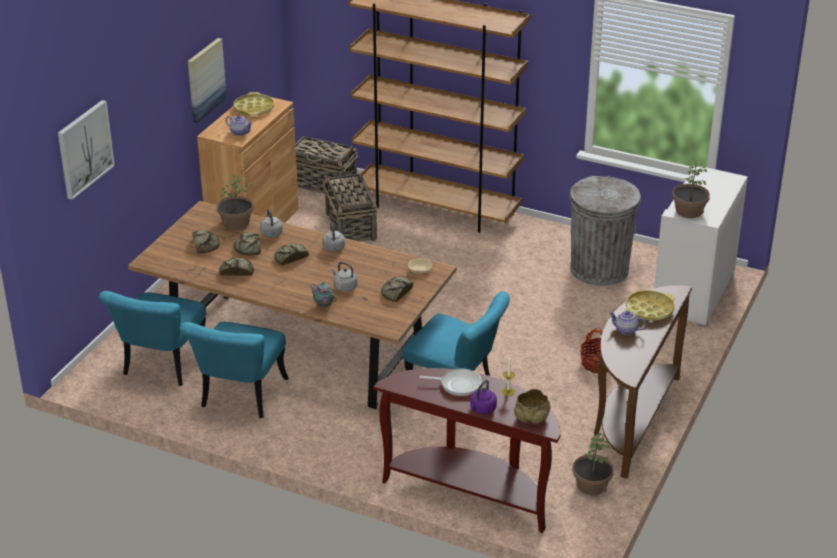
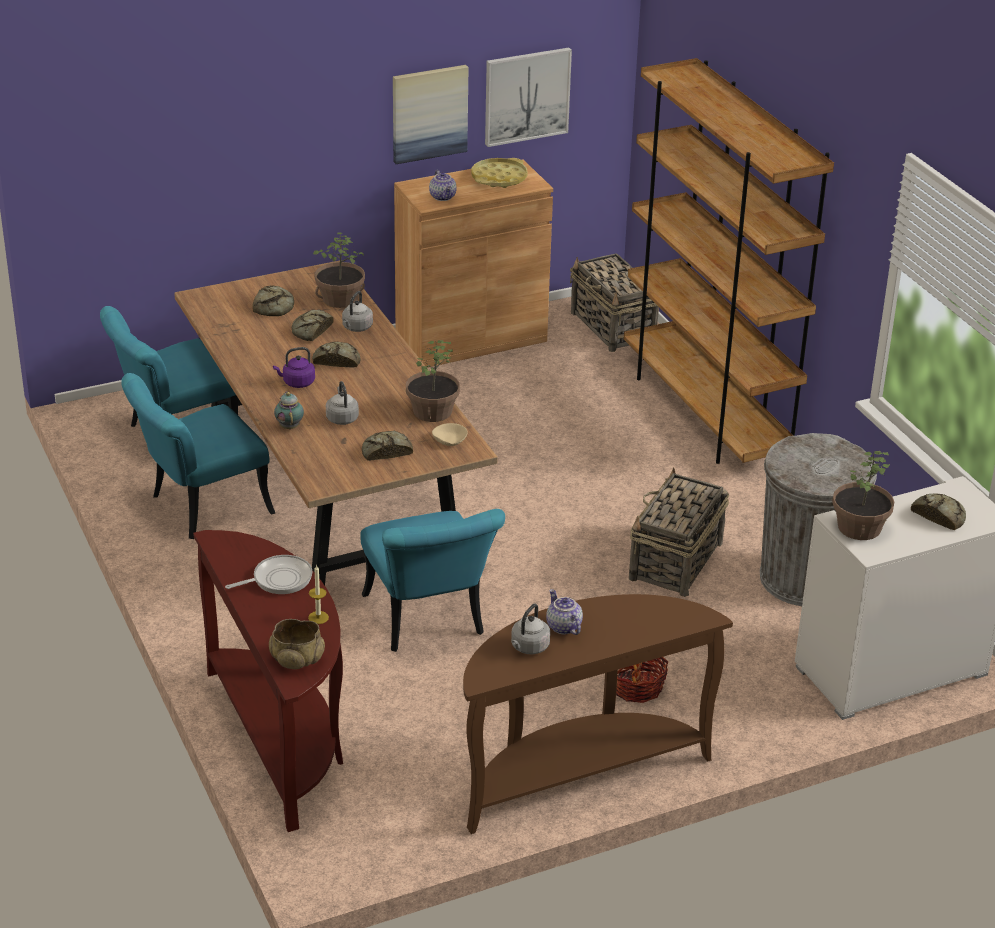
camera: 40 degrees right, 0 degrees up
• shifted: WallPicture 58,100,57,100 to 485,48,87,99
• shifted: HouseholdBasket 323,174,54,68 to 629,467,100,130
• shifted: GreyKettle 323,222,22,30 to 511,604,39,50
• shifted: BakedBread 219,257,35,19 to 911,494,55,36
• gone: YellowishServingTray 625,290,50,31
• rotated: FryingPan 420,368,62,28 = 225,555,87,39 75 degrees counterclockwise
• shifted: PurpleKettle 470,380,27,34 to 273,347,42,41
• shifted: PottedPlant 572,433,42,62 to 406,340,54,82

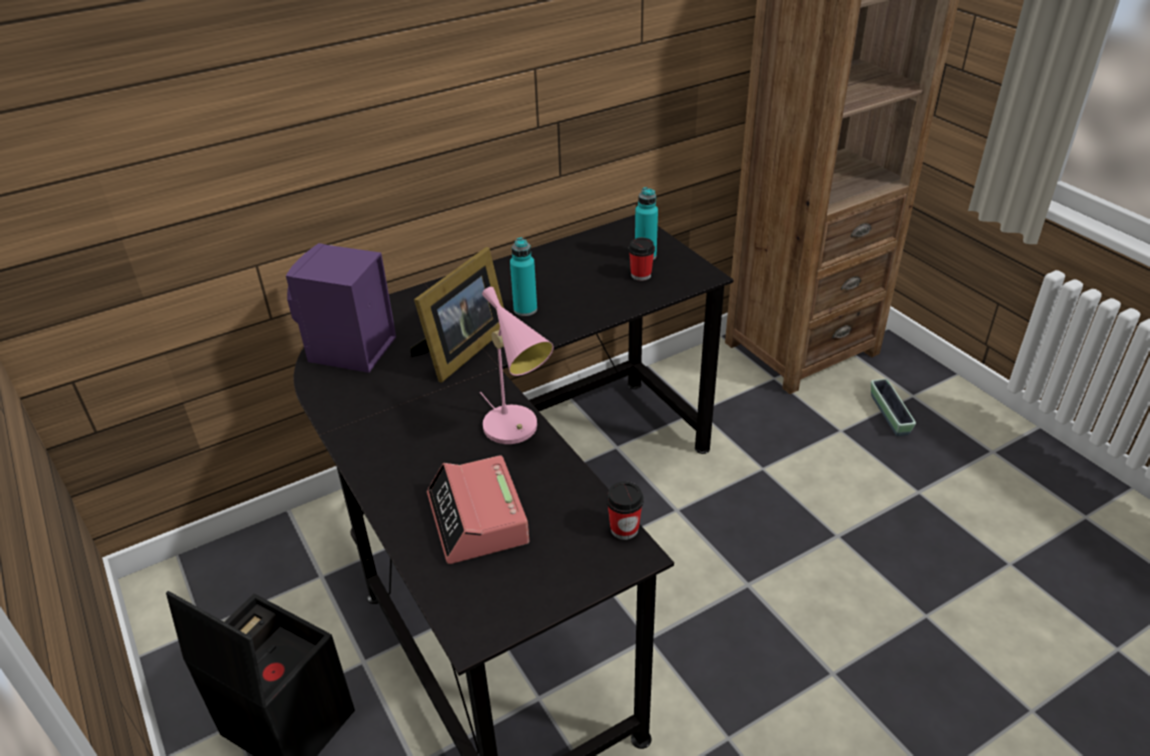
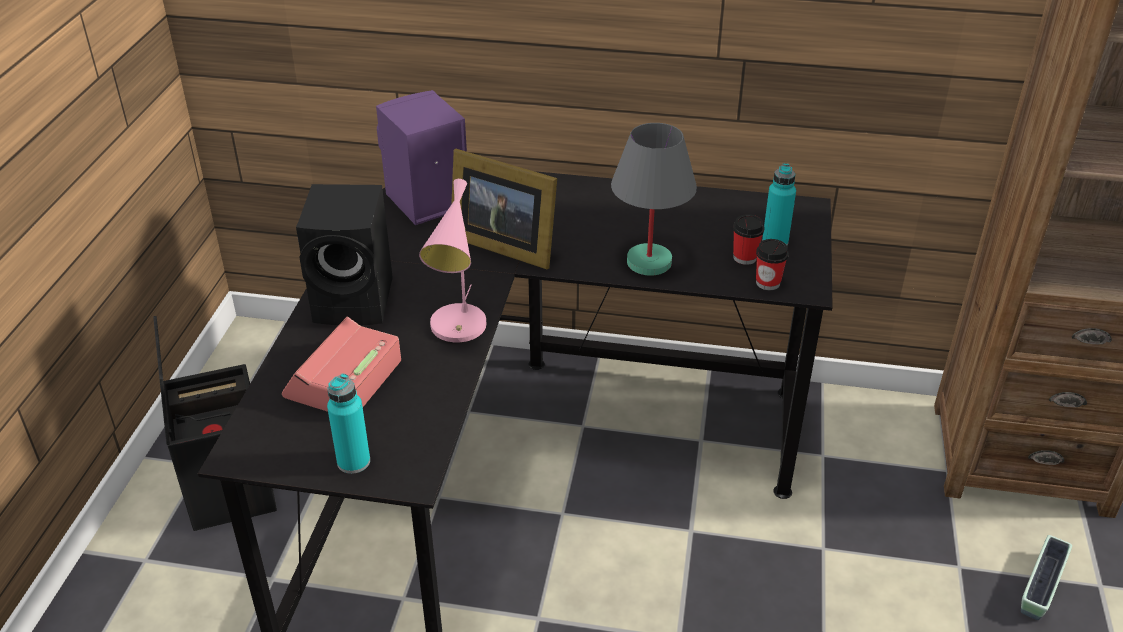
camera: 40 degrees right, 0 degrees up
• shifted: TurquoiseDrinkBottle 510,237,27,79 to 327,374,43,100
• rotated: PictureFrame 410,247,94,136 = 451,149,106,121 45 degrees clockwise
• shifted: Cup 606,481,38,59 to 756,239,33,51
• new: GreyLampForATable 611,123,86,153
• new: BlackColouredAudioSpeaker 296,184,97,141

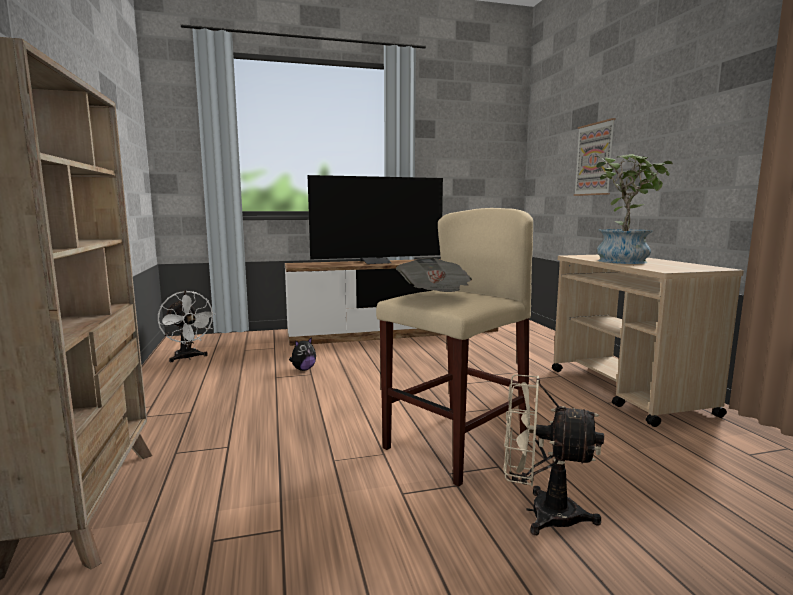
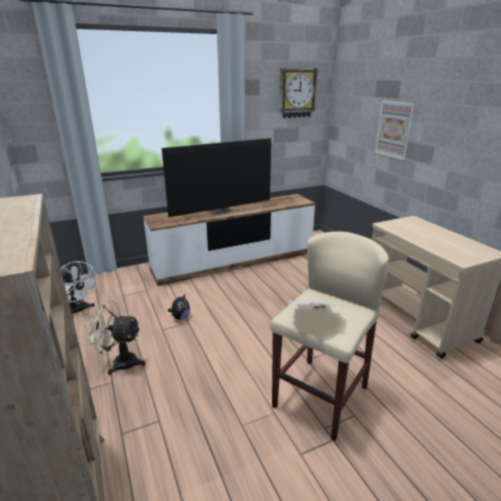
camera: 10 degrees left, 15 degrees up
• gone: PottedPlant 594,154,79,110
• shifted: SandColouredElectricFan 503,374,101,161 to 83,301,63,74
• new: WallClock 279,68,39,50

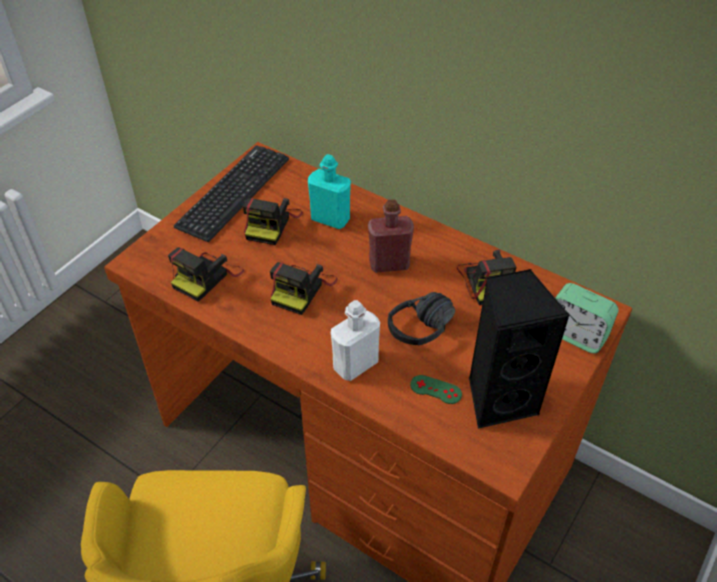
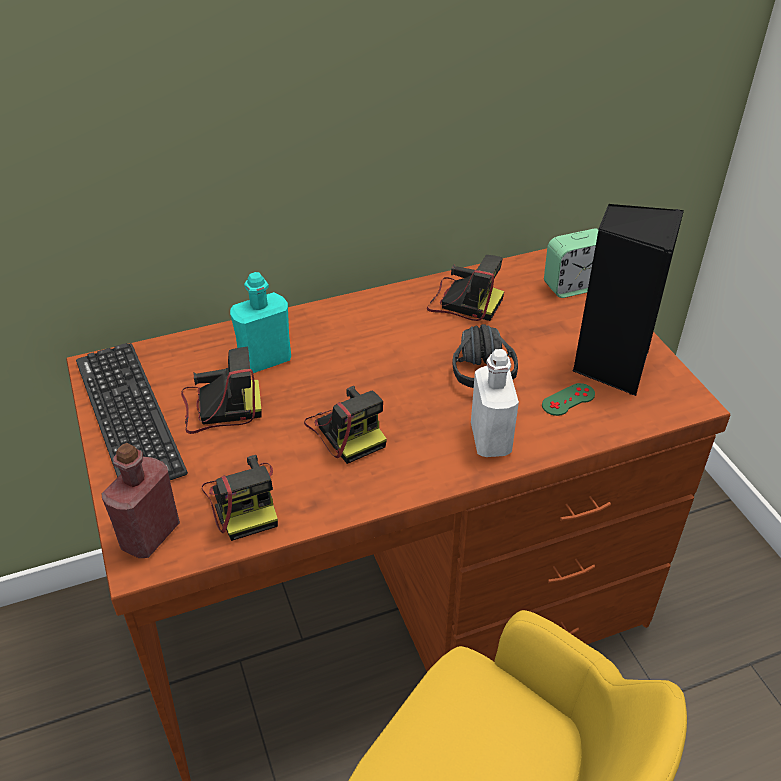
camera: 55 degrees left, 5 degrees down
• rotated: StillCamera 243,198,60,47 = 181,347,81,87 60 degrees counterclockwise
• shifted: ReddishDrinkBottle 368,199,46,74 to 101,443,79,115

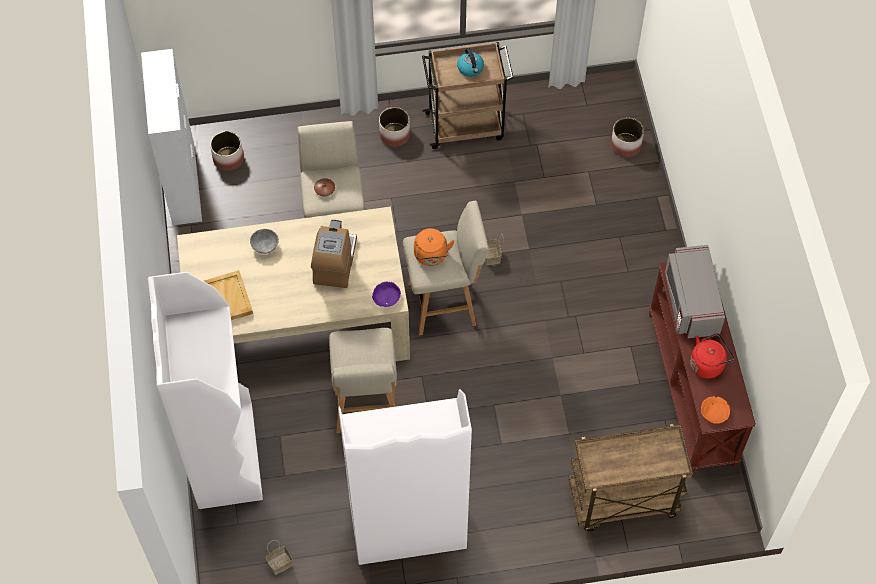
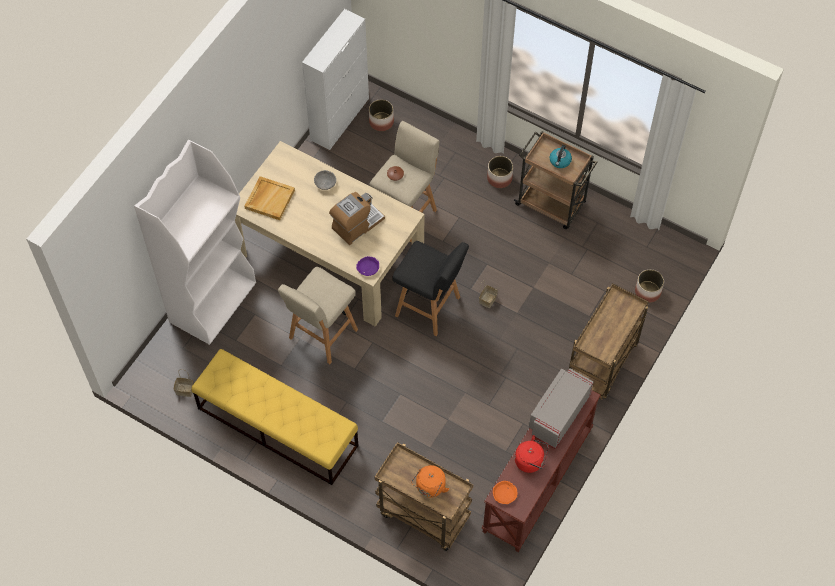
camera: 40 degrees right, 0 degrees up
• repainted: SandColouredSittingStool 403,201,86,134 to BlackColouredSittingStool 393,241,76,95
• shifted: OrangeColouredKettle 414,228,41,38 to 411,465,38,33
• swapped: WhiteBookcase 338,389,134,176 to YellowishLongSeat 192,349,167,136
• new: BrownTrolley 569,283,80,116

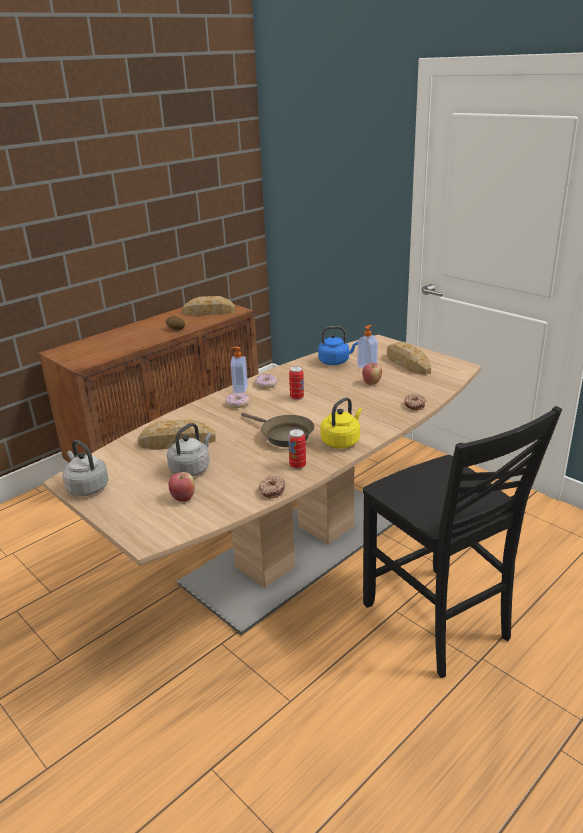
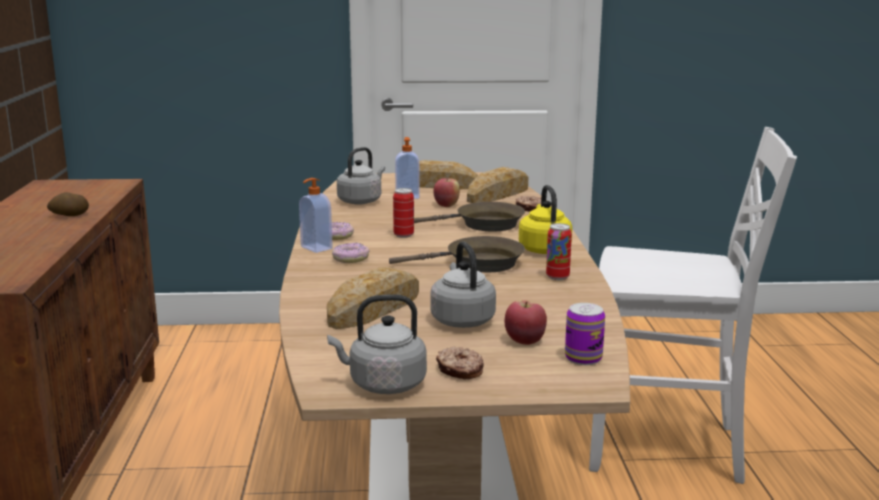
camera: 50 degrees left, 10 degrees down
• shifted: BakedBread 182,296,53,19 to 467,167,61,36
• repainted: BlueColouredKettle 318,326,40,39 to GreyKettle 337,147,48,58
• repainted: BlackColouredPlainChair 363,406,199,272 to WhitePlainChair 589,127,208,357
• shifted: RingDoughnut 259,475,26,23 to 436,347,48,32
• new: BrownFryingPan 414,202,111,29
• new: SealedCan 565,303,40,62

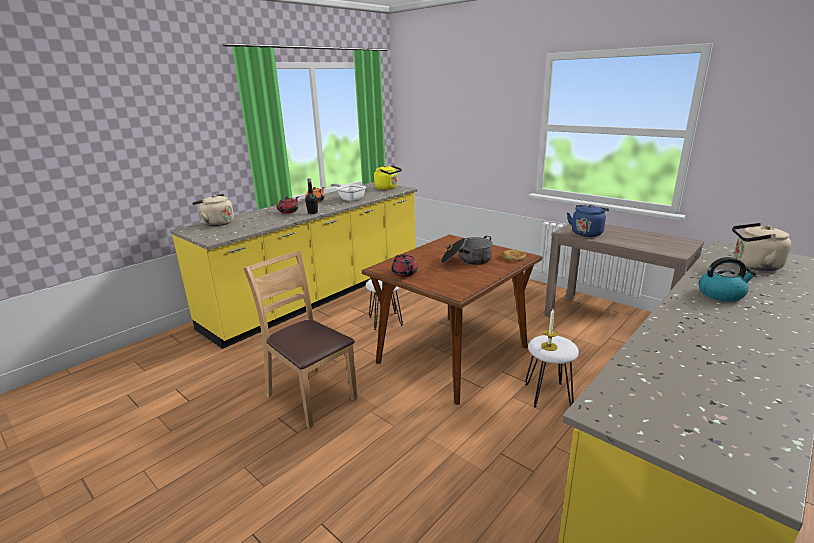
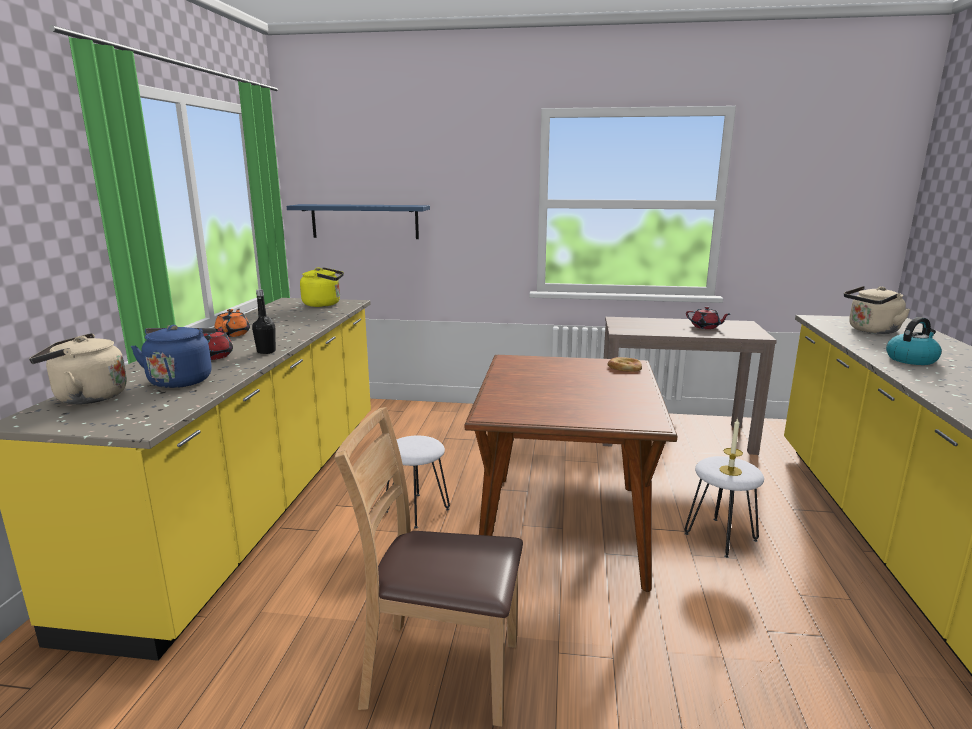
camera: 35 degrees left, 5 degrees down
• gone: FryingPan 331,183,35,18
• shifted: BlueColouredKettle 567,205,42,32 to 130,325,86,63
• gone: Saucepot 441,236,52,29
• shifted: ReddishPotForTea 391,254,27,23 to 686,306,44,23
• new: BlueColouredShelf 287,204,143,35

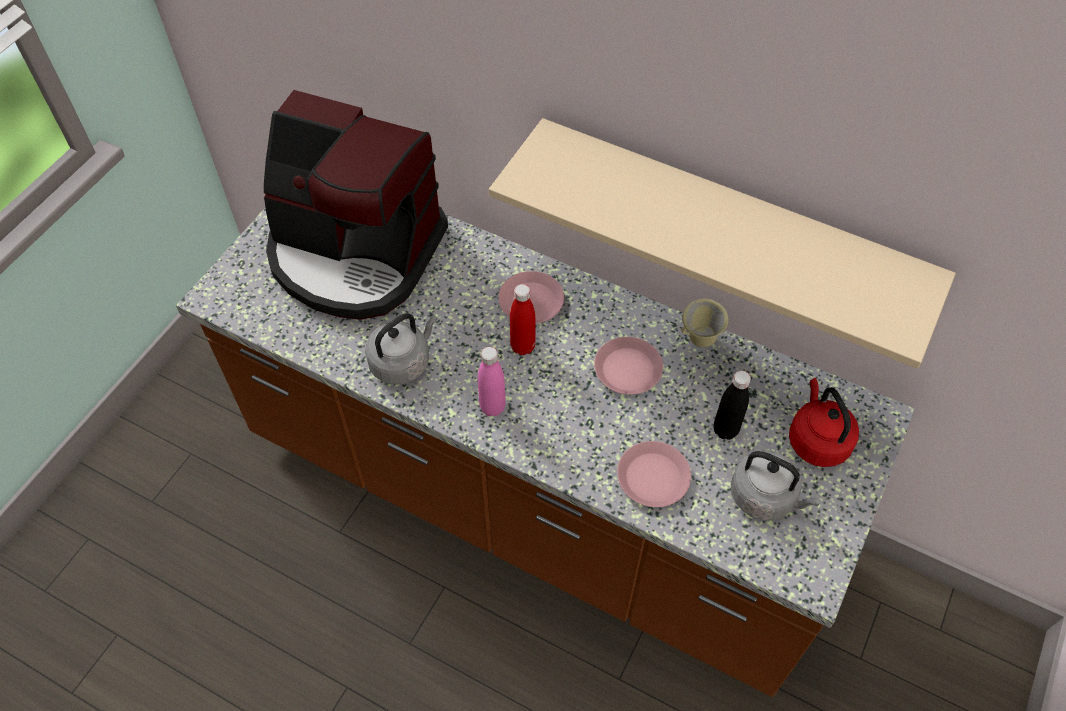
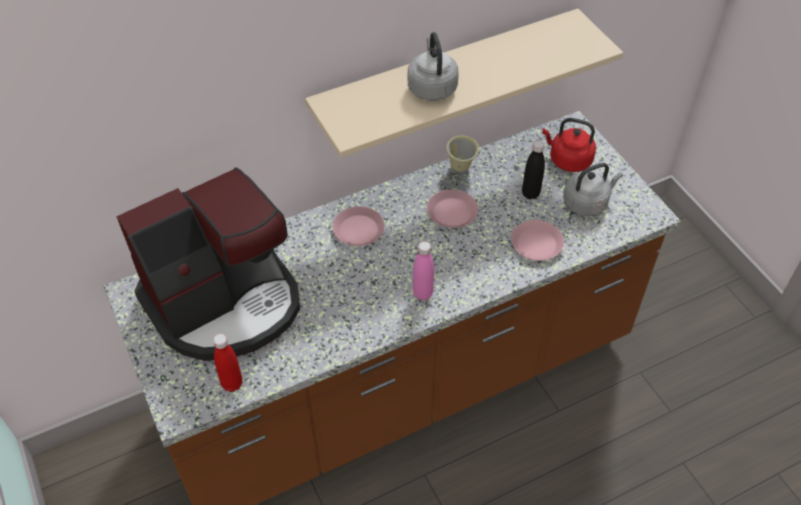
camera: 55 degrees left, 5 degrees down
• shifted: ReddishDrinkBottle 510,284,26,71 to 213,334,29,58
• shifted: GreyKettle 365,313,73,72 to 408,32,51,69

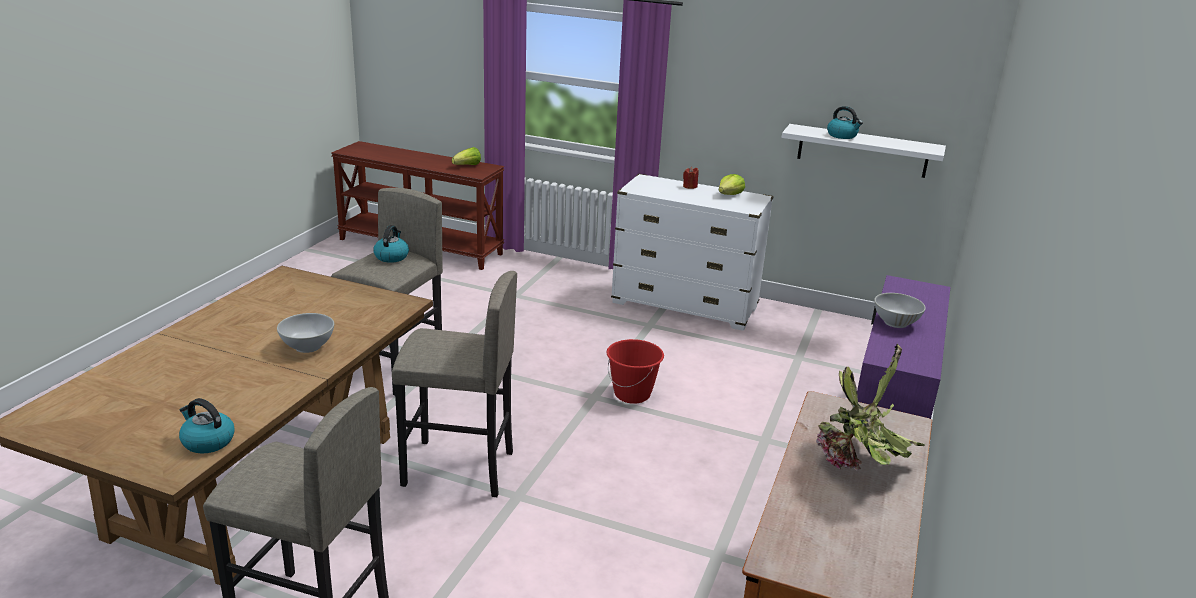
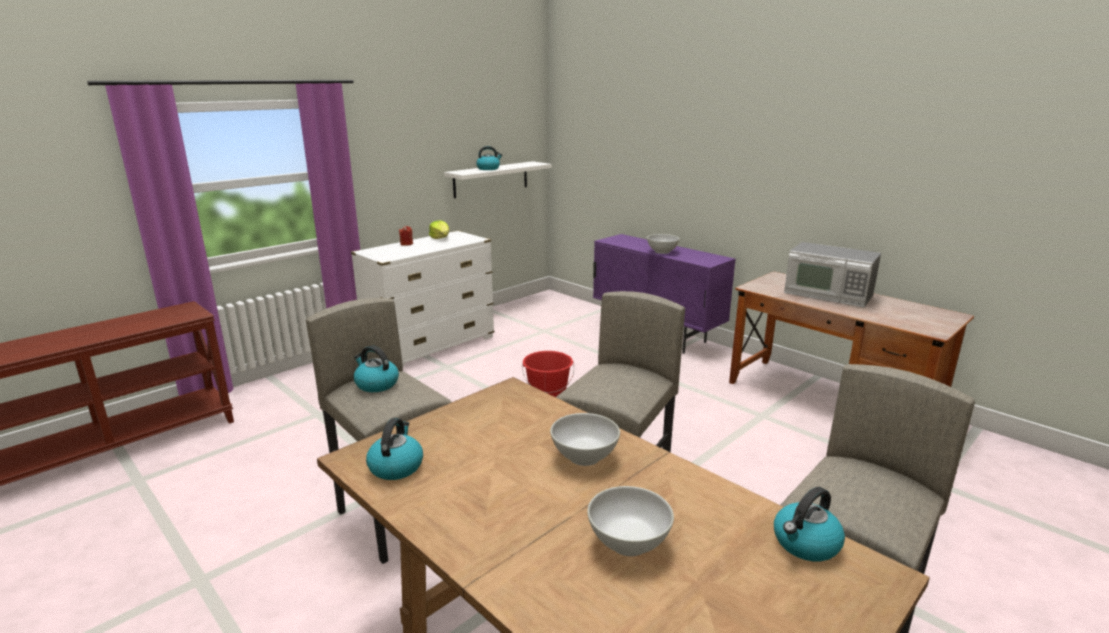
camera: 65 degrees left, 5 degrees down
• gone: HeadOfLettuce 452,147,29,18
• swapped: PottedPlant 816,344,109,127 to Microwave 784,242,97,65
• new: Kettle 366,418,57,62
• new: WhiteBowl 587,486,87,70

